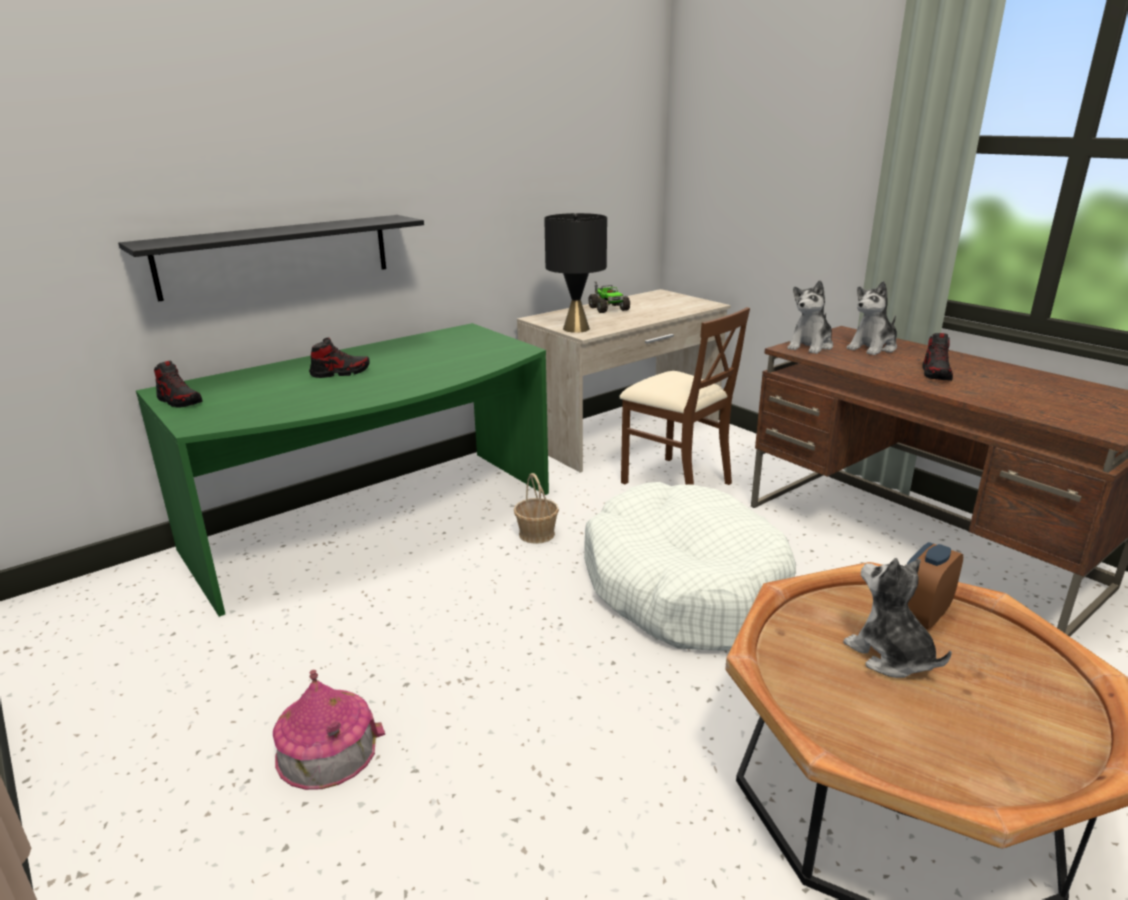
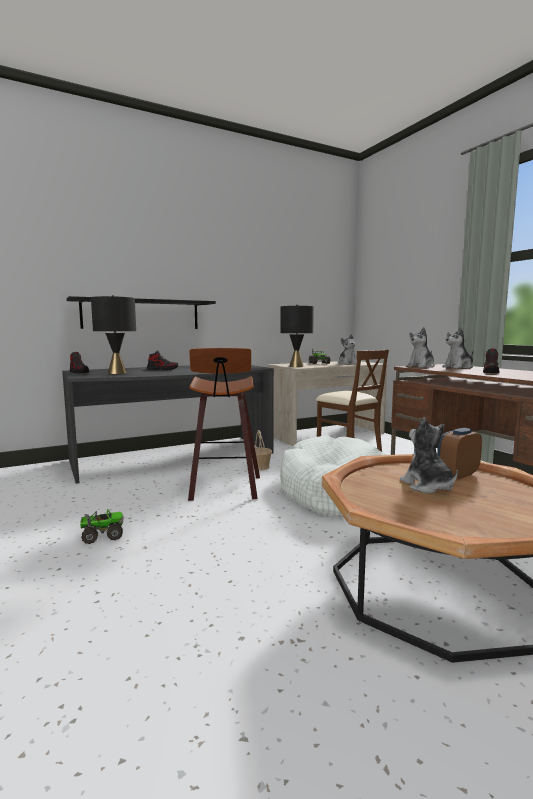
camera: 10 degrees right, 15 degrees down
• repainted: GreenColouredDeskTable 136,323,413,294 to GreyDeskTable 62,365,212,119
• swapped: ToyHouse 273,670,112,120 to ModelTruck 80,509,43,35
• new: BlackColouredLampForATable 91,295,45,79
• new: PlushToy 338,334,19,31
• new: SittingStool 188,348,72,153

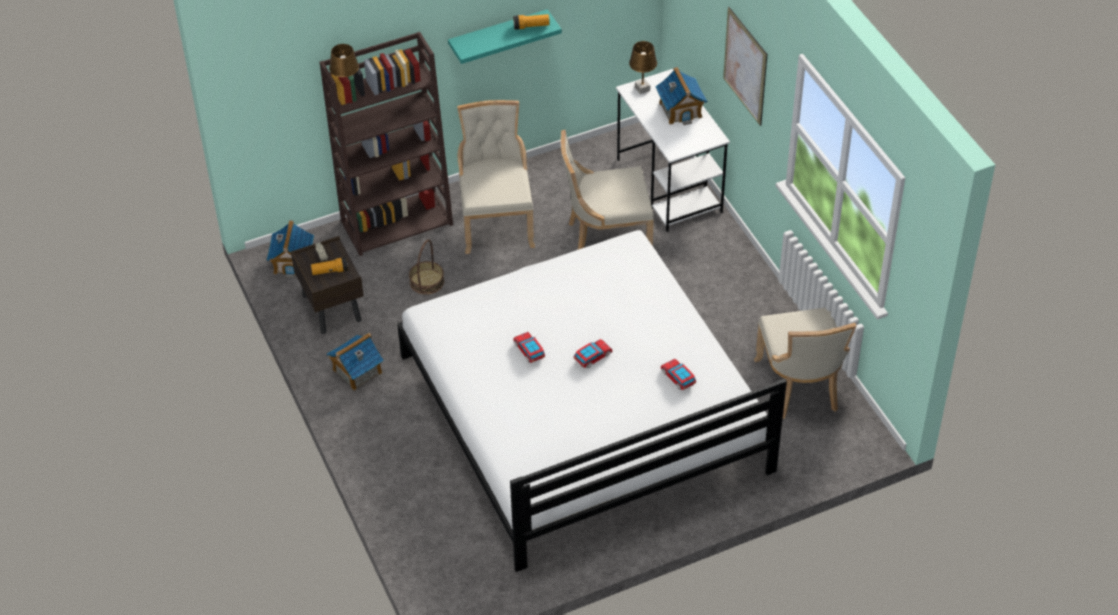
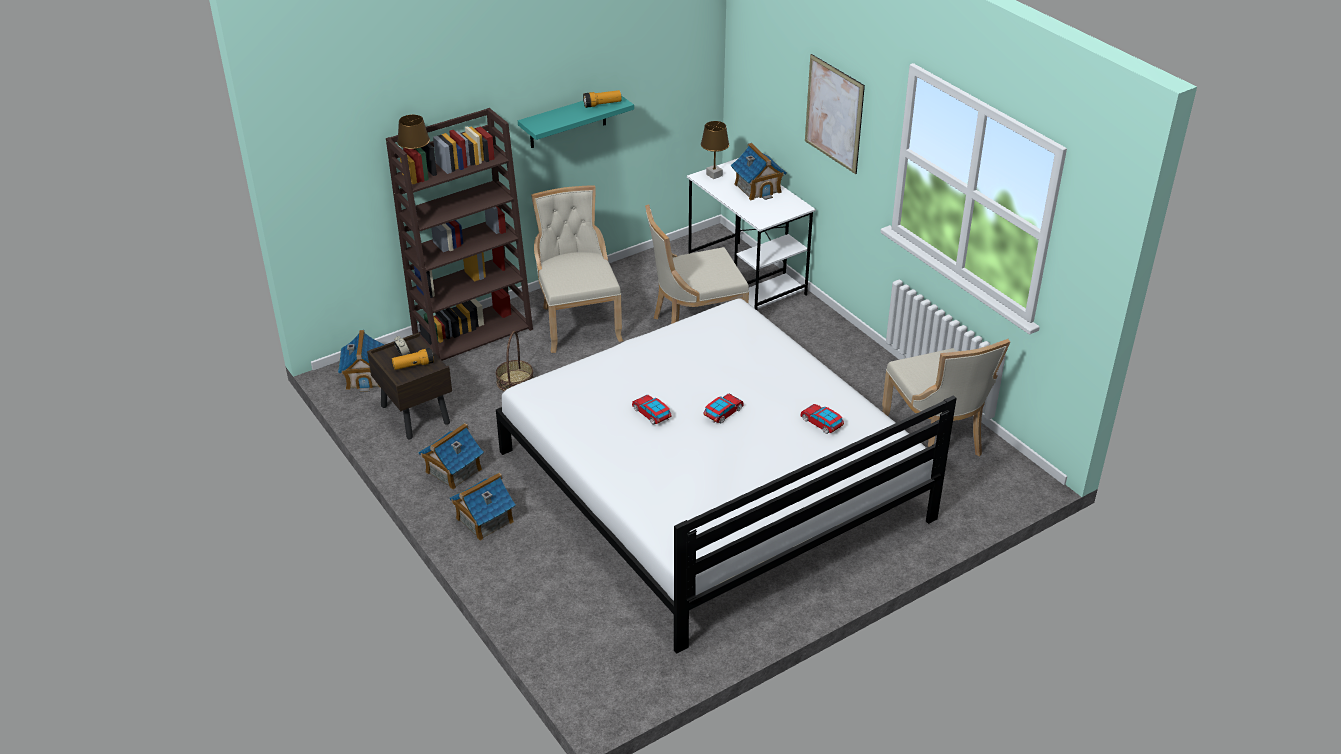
camera: 10 degrees left, 10 degrees down
• new: ToyHouse 450,473,66,68

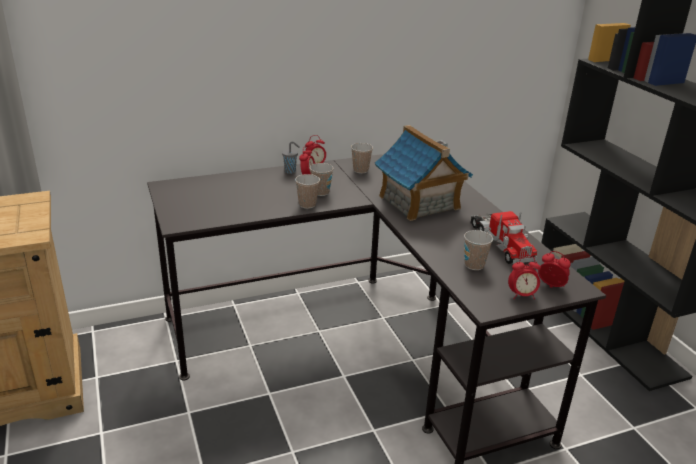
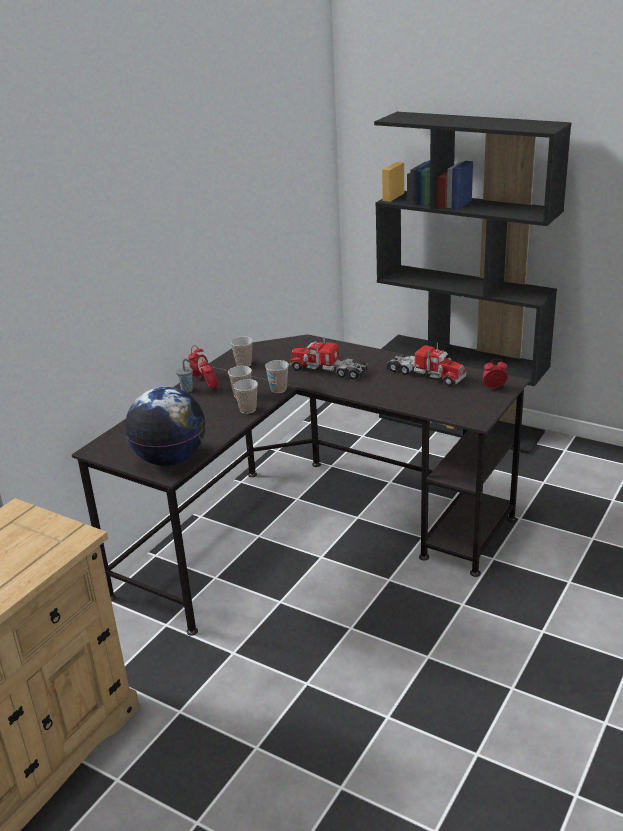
camera: 35 degrees left, 0 degrees up
• swapped: ToyHouse 375,125,98,96 to ModelTruck 289,336,79,44
• shifted: Cup 464,230,29,40 to 265,360,24,33
• gone: BedsideClock 508,255,33,44
• new: Globe 125,387,81,79

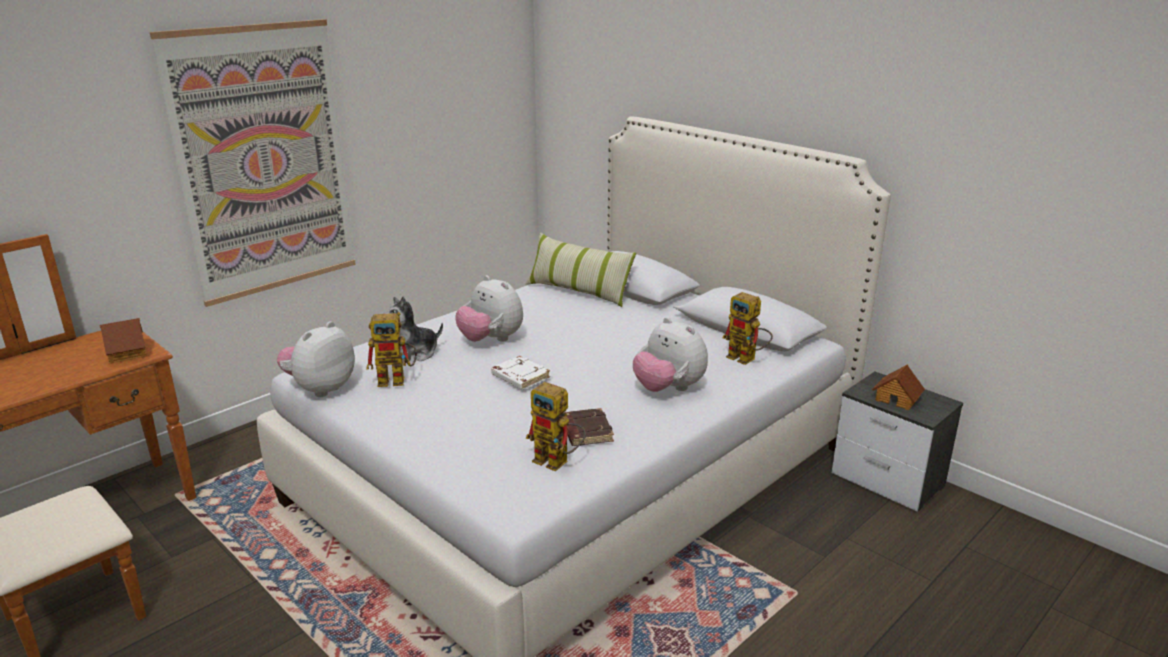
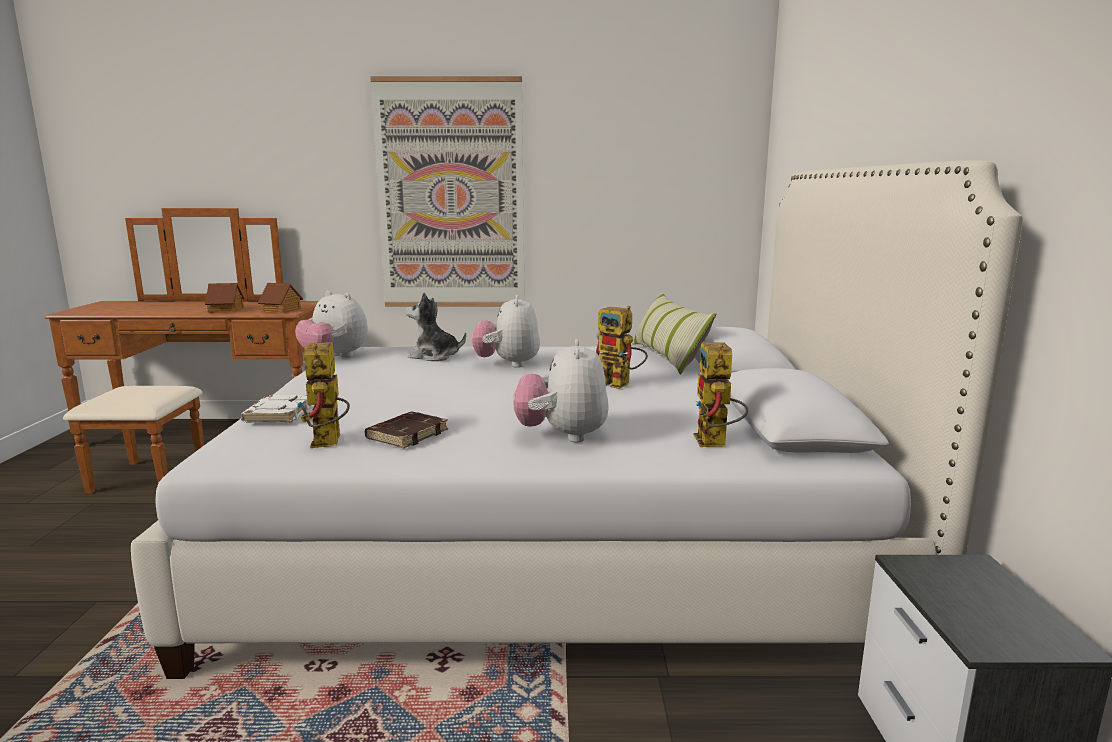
camera: 45 degrees right, 10 degrees down
• shifted: ToyRobot 366,312,51,75 to 596,306,52,83
• rotated: PlushToy 277,321,78,76 = 295,291,73,67 135 degrees counterclockwise
• shifted: WhiteVolume 491,356,59,33 to 240,395,71,28
• shifted: ToyHouse 872,365,53,46 to 205,283,39,30

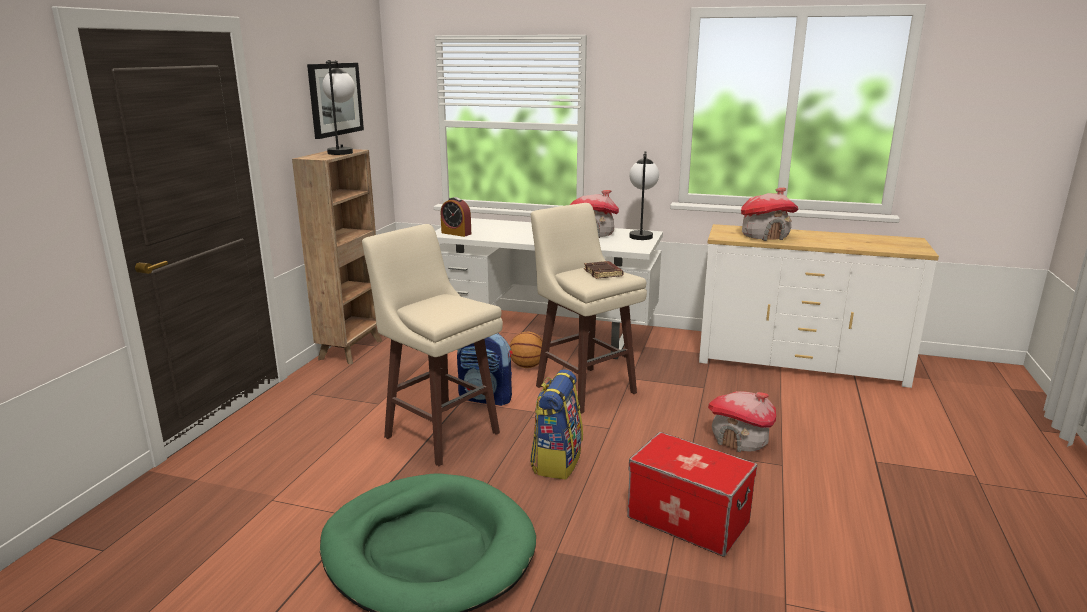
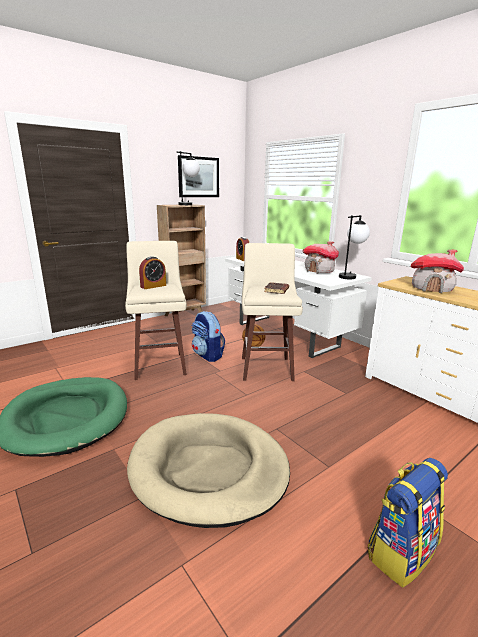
camera: 35 degrees right, 0 degrees up
• shifted: Backpack 530,369,53,111 to 368,458,80,130
• gone: ToyHouse 708,391,68,61
• swapped: StorageBin 627,432,130,125 to SandColouredDogCushion 127,413,163,115
• new: BedsideClock 139,256,27,33

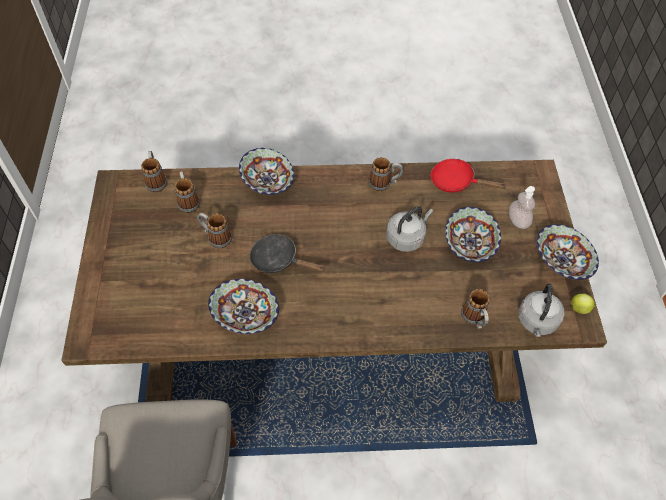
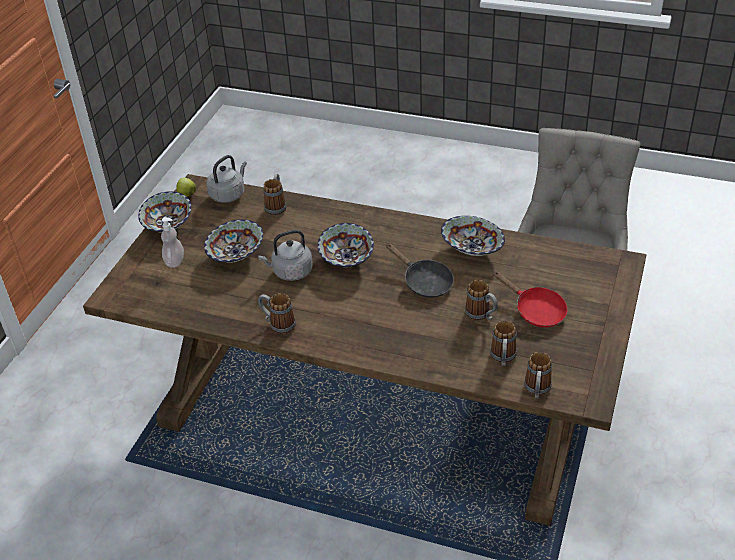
camera: 155 degrees left, 15 degrees down
• shifted: Bowl 239,148,55,47 to 318,223,56,45
• shifted: ReddishFryingPan 431,159,75,33 to 493,271,74,57

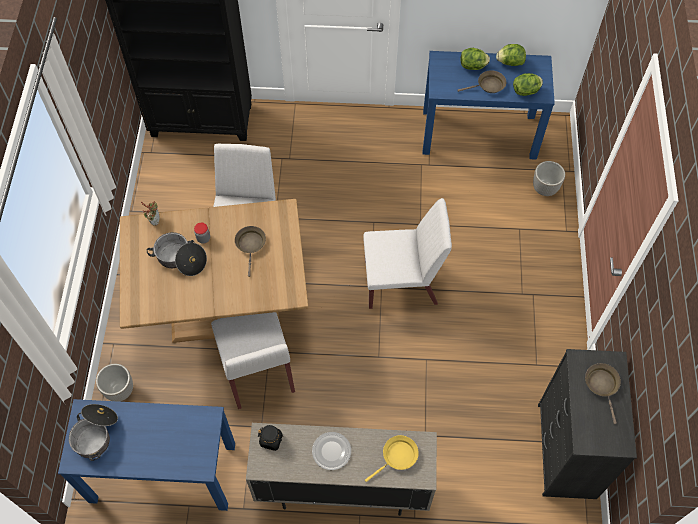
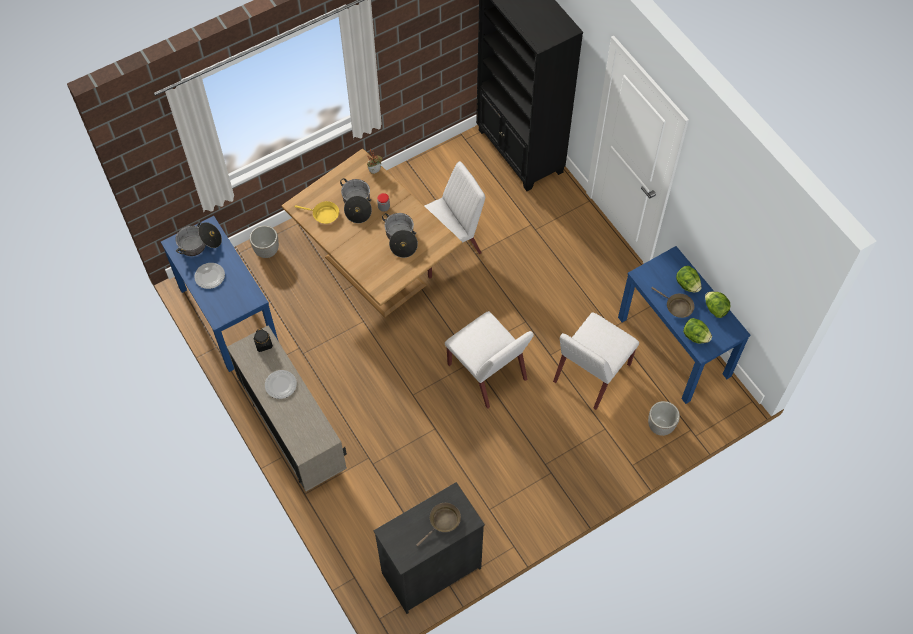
camera: 55 degrees right, 0 degrees up
• swapped: BrownFryingPan 235,226,31,51 to Saucepot 382,213,36,45
• shifted: WhitePlainChair 211,312,84,97 to 553,312,86,98
• shifted: YellowishFryingPan 365,435,54,47 to 295,201,44,23
• new: Plate 194,263,31,26

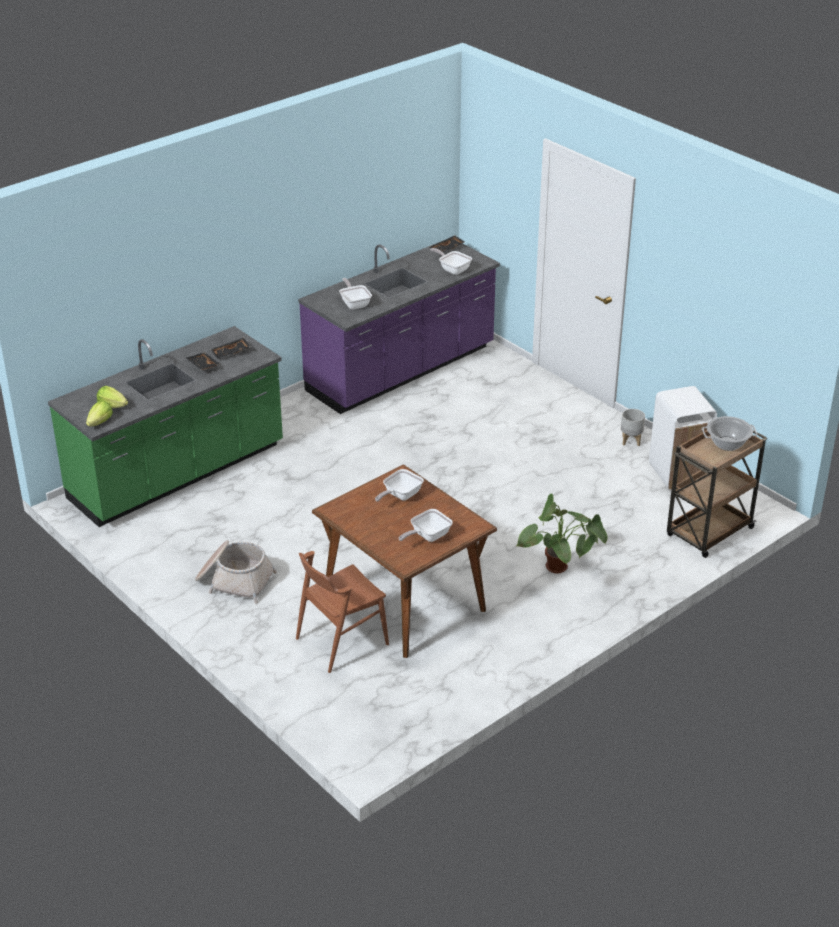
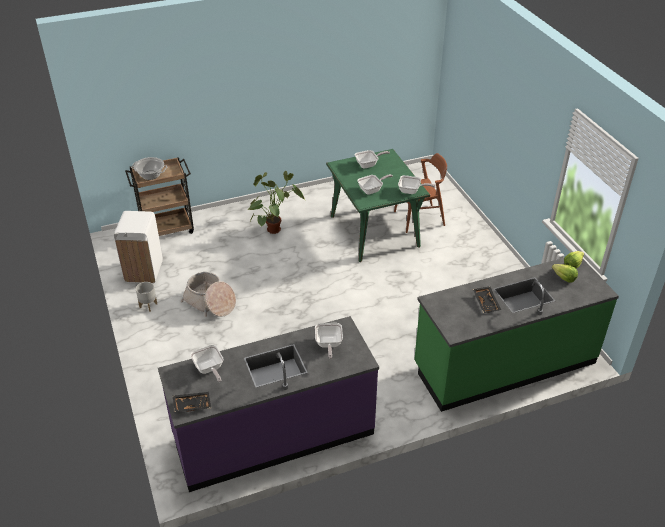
camera: 160 degrees left, 5 degrees up
• gone: BlackColouredServingTray 211,337,40,22
• repainted: BrownDiningTable 312,464,185,194 to GreenColouredDiningTable 326,149,104,113
• shifted: HouseholdBasket 195,540,82,64 to 181,272,55,45
• new: FryingPan 398,175,38,19

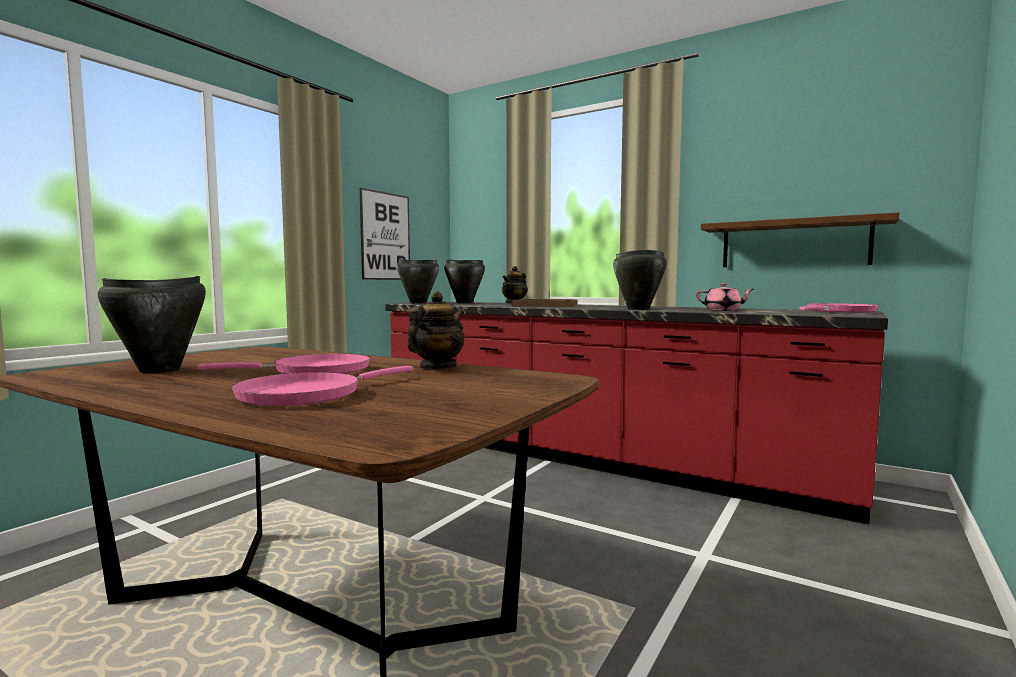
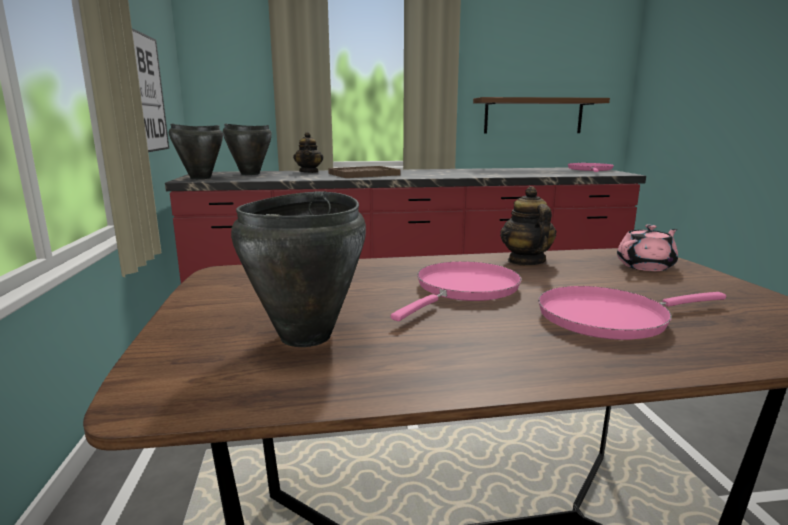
camera: 40 degrees left, 10 degrees up
• gone: BlackColouredSaucepot 613,250,54,60
• shifted: PinkPotForTea 696,283,58,27 to 617,224,61,47
• rotated: PinkFryingPan 232,366,181,40 = 538,286,188,54 75 degrees clockwise

